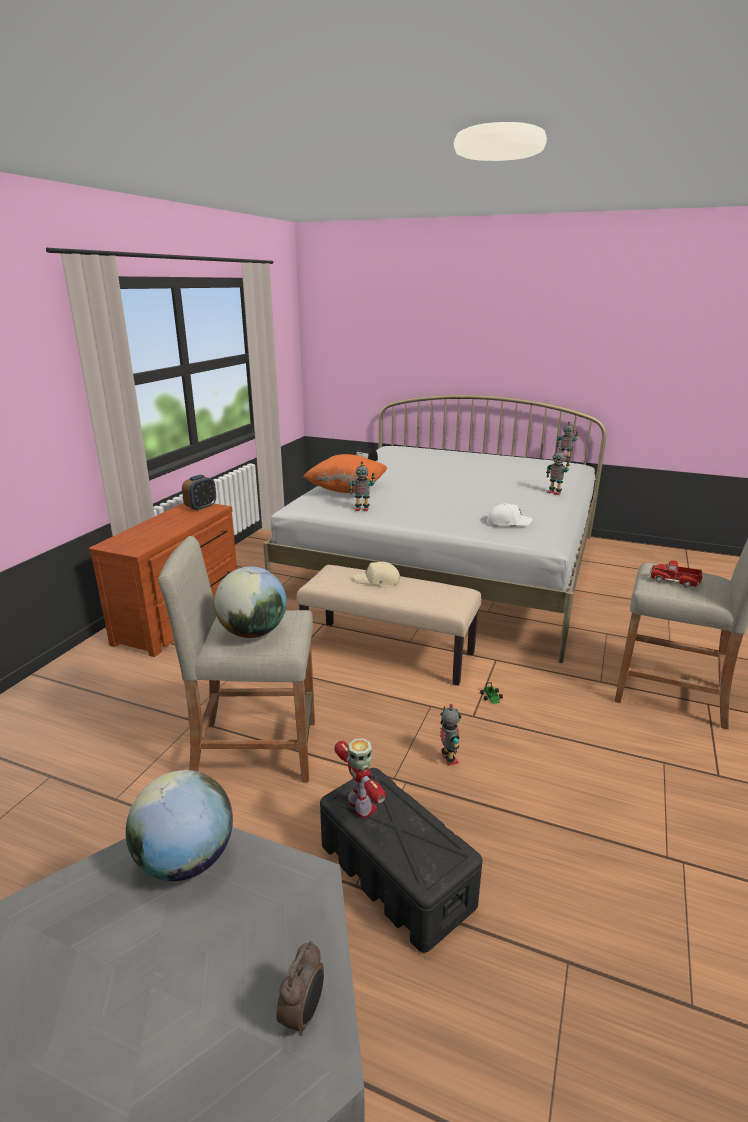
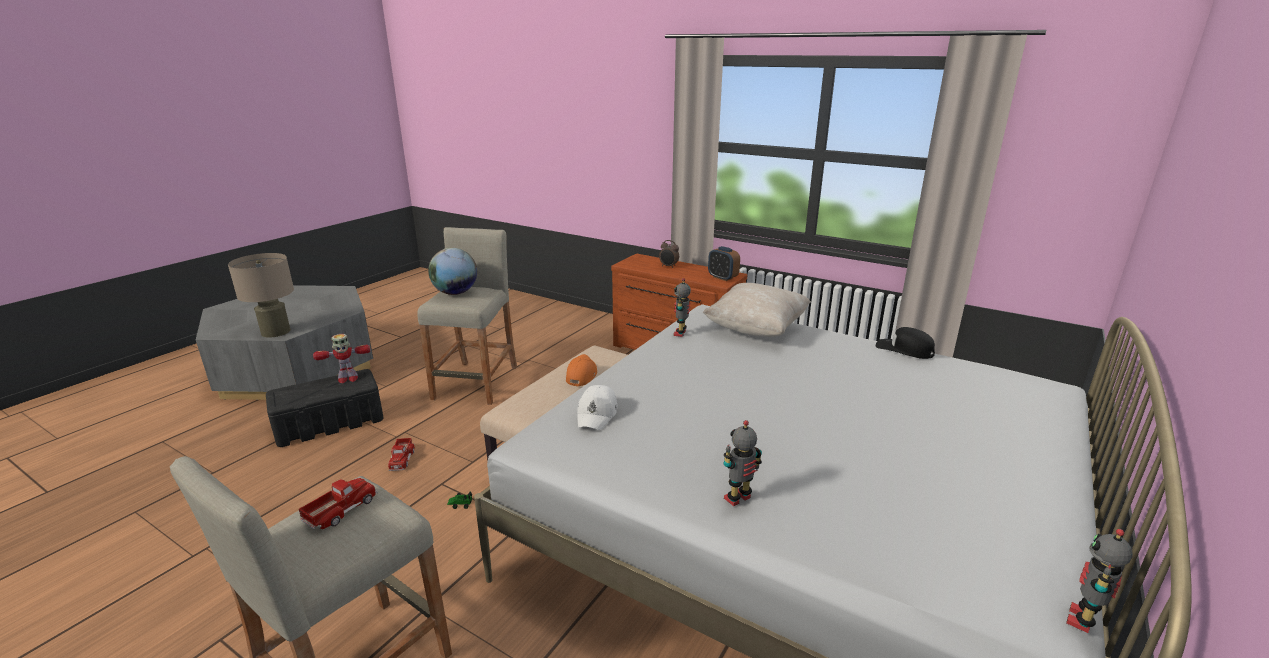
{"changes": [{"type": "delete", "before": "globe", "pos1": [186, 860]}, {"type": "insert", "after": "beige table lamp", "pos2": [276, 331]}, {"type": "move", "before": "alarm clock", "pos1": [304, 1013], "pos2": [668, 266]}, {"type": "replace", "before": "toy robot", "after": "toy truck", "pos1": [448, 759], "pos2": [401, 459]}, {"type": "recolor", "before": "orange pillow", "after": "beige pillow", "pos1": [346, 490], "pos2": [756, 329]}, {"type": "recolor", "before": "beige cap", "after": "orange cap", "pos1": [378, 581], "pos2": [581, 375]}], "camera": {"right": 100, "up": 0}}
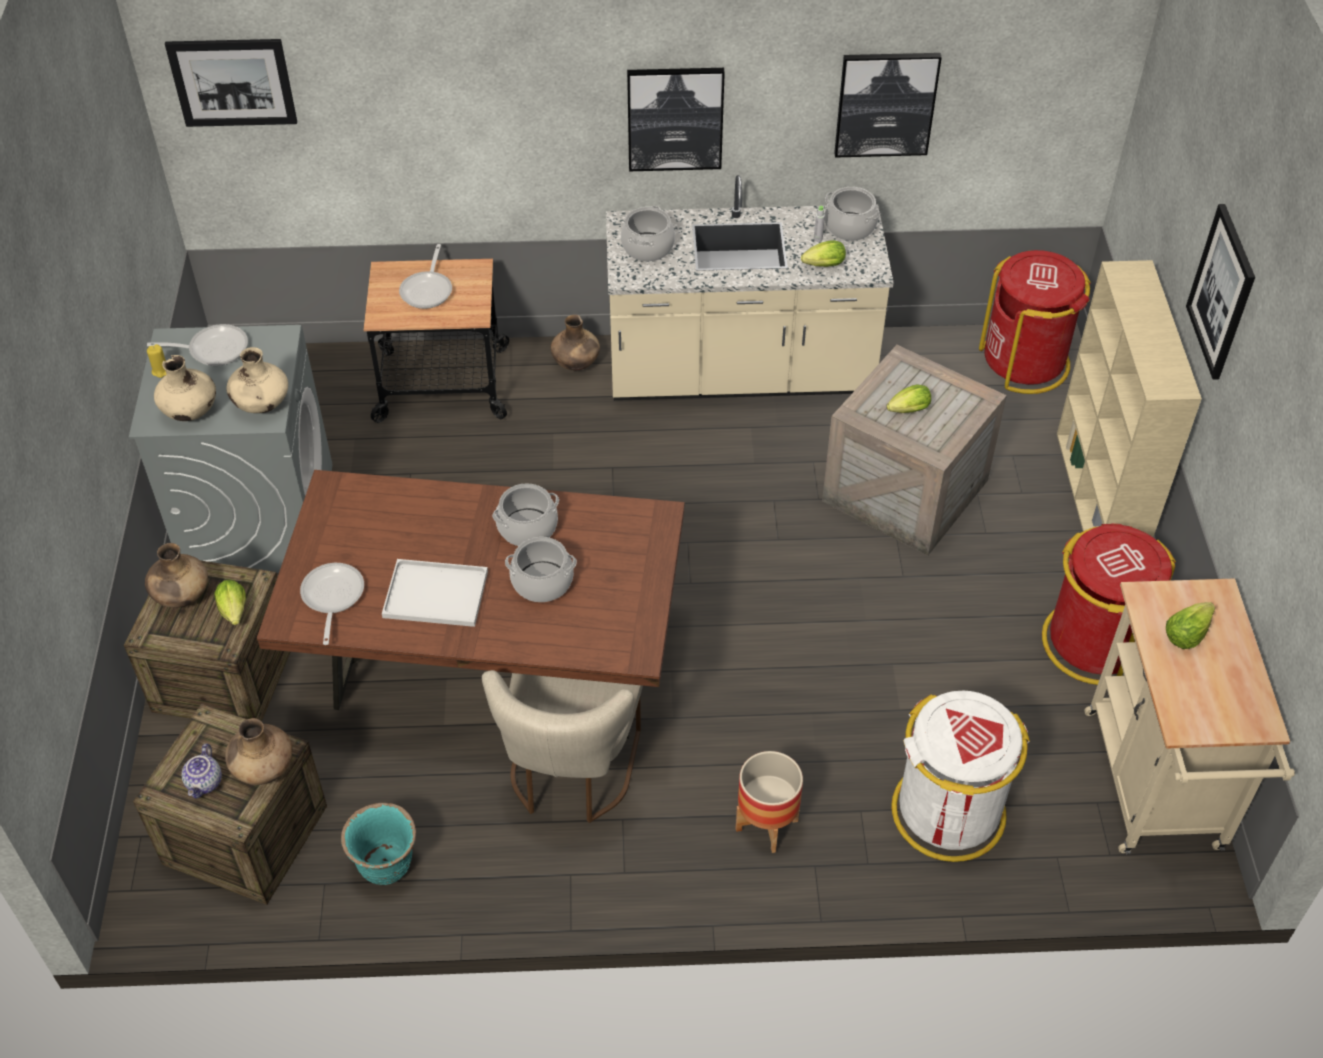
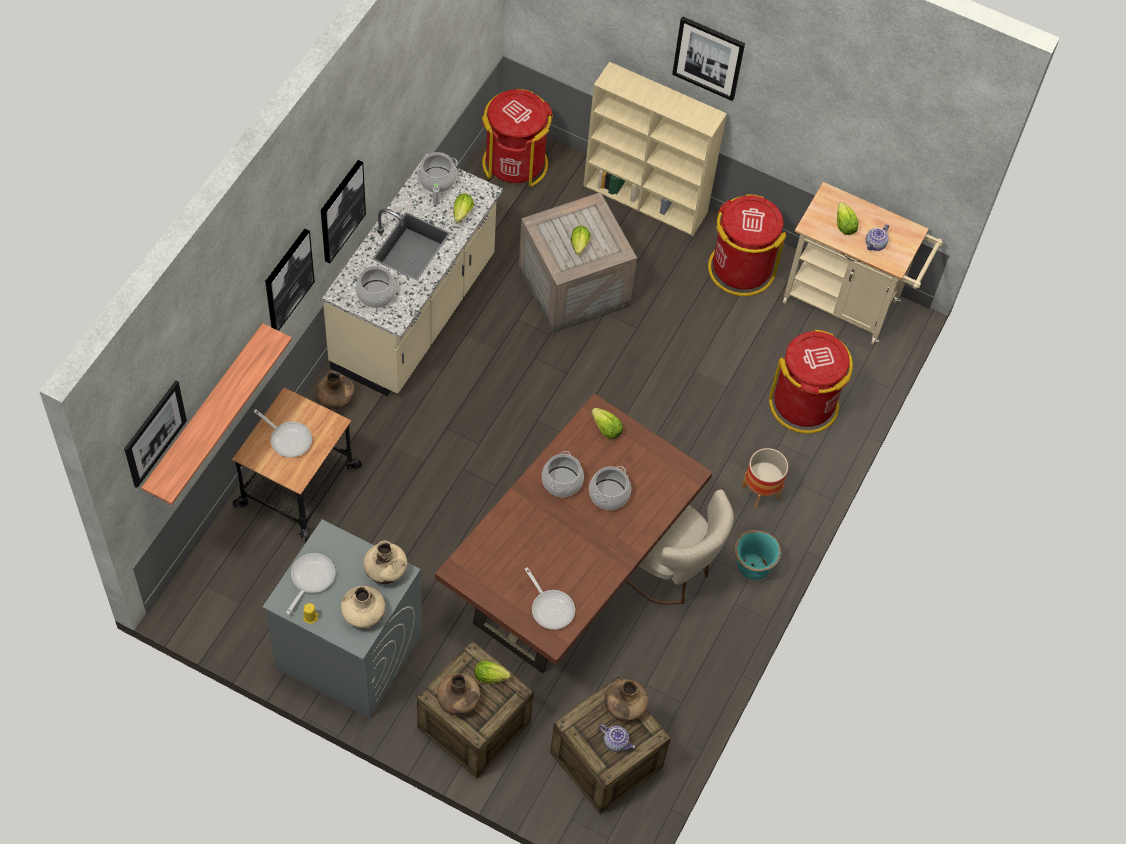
{"changes": [{"type": "delete", "before": "white tray", "pos1": [433, 595]}, {"type": "insert", "after": "shelf", "pos2": [205, 413]}, {"type": "insert", "after": "lettuce", "pos2": [606, 429]}, {"type": "insert", "after": "teapot", "pos2": [875, 245]}, {"type": "move", "before": "turquoise planter", "pos1": [385, 865], "pos2": [752, 567]}, {"type": "move", "before": "picture", "pos1": [886, 104], "pos2": [288, 280]}, {"type": "recolor", "before": "white trash can", "after": "red trash can", "pos1": [948, 813], "pos2": [804, 404]}, {"type": "rotate", "before": "frying pan", "pos1": [332, 598], "pos2": [551, 607], "turn": -150}], "camera": {"right": -65, "up": 10}}
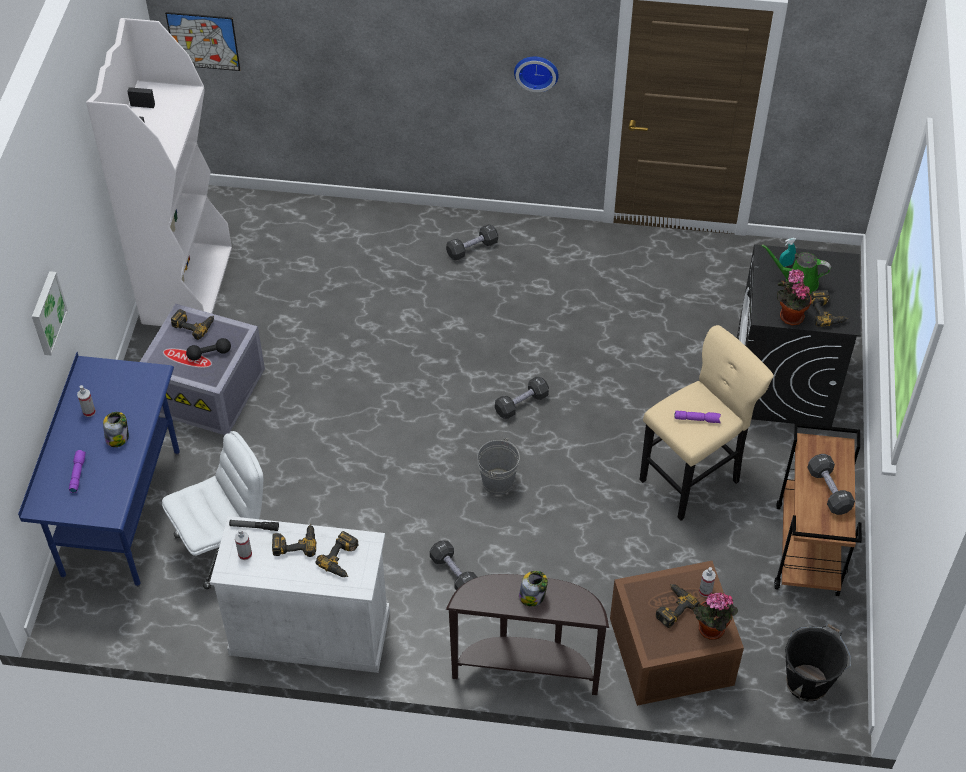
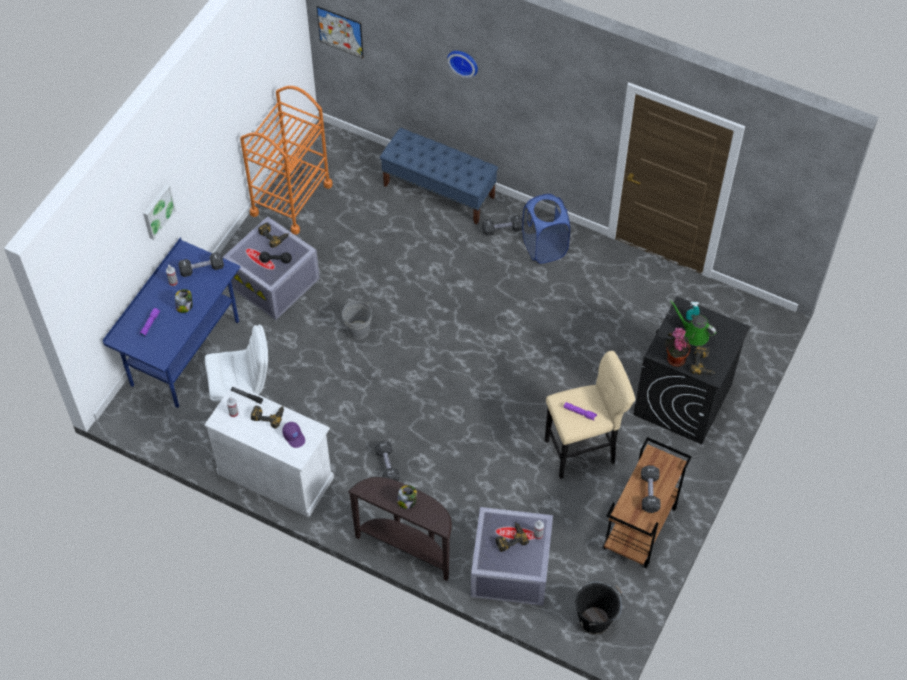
{"changes": [{"type": "delete", "before": "potted plant", "pos1": [710, 631]}, {"type": "insert", "after": "blue bench", "pos2": [439, 191]}, {"type": "insert", "after": "blue laundry basket", "pos2": [544, 247]}, {"type": "move", "before": "grey bucket", "pos1": [498, 482], "pos2": [358, 330]}, {"type": "move", "before": "black dumbbell", "pos1": [521, 404], "pos2": [202, 269]}, {"type": "move", "before": "wall clock", "pos1": [536, 71], "pos2": [464, 61]}, {"type": "replace", "before": "white bookcase", "after": "orange cart", "pos1": [187, 285], "pos2": [291, 199]}, {"type": "replace", "before": "power drill", "after": "purple cap", "pos1": [342, 559], "pos2": [294, 436]}, {"type": "recolor", "before": "brown storage box", "after": "grey storage box", "pos1": [670, 653], "pos2": [509, 569]}], "camera": {"right": 20, "up": 5}}
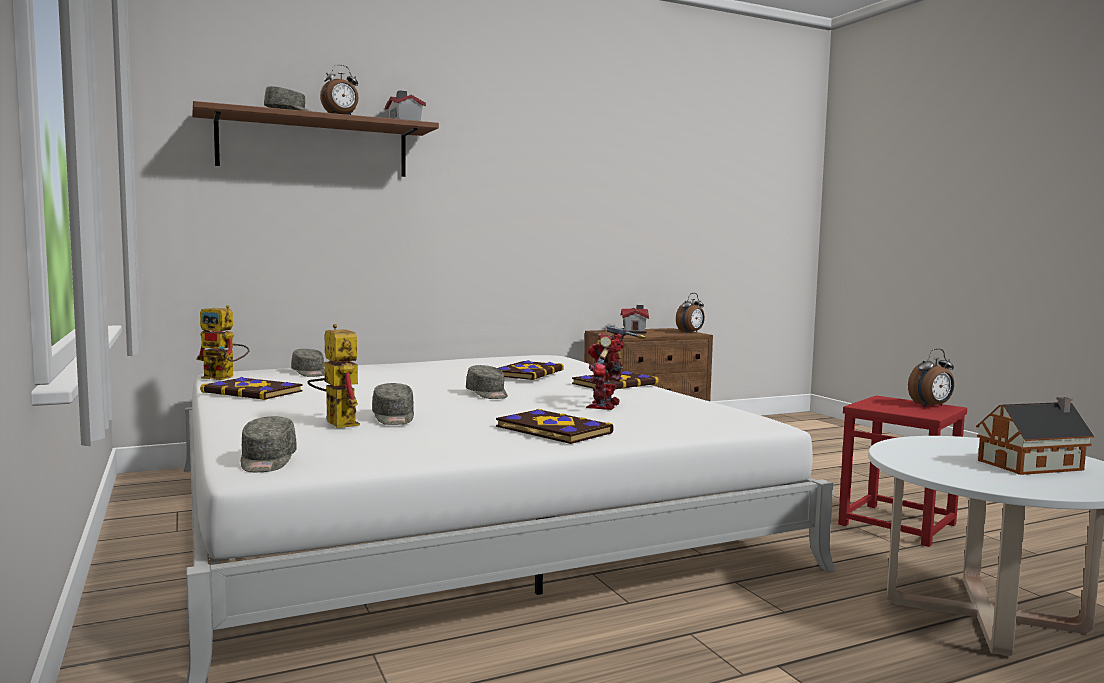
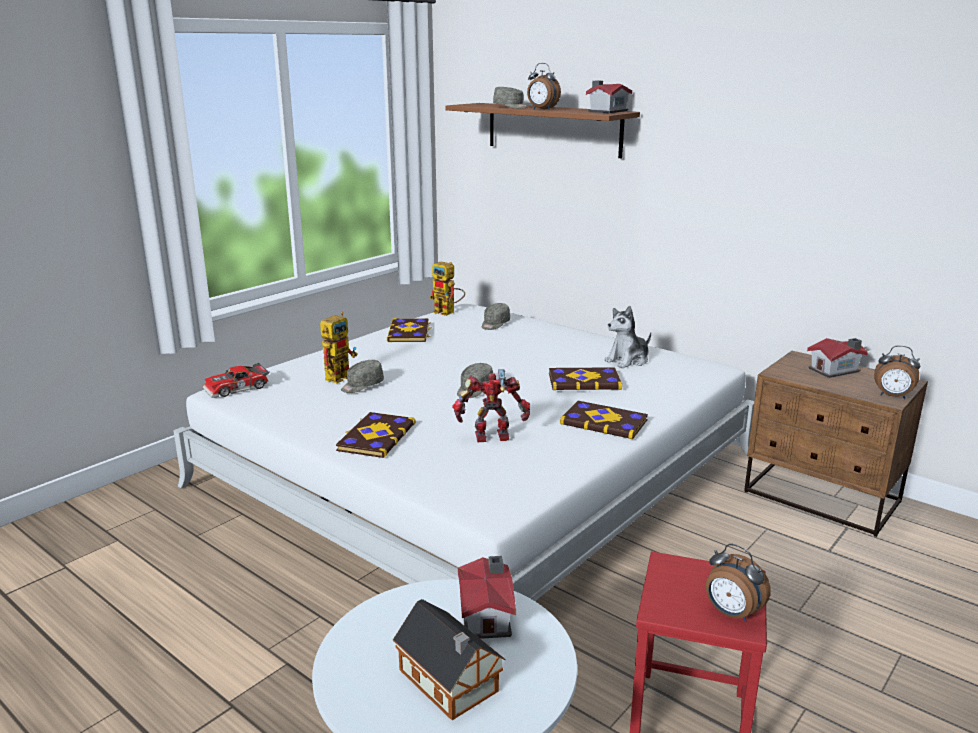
{"changes": [{"type": "insert", "after": "toy house", "pos2": [487, 615]}, {"type": "insert", "after": "plush toy", "pos2": [628, 360]}, {"type": "replace", "before": "grey cap", "after": "toy car", "pos1": [267, 461], "pos2": [237, 389]}, {"type": "rotate", "before": "toy robot", "pos1": [225, 377], "pos2": [448, 312], "turn": -45}], "camera": {"right": 65, "up": 15}}
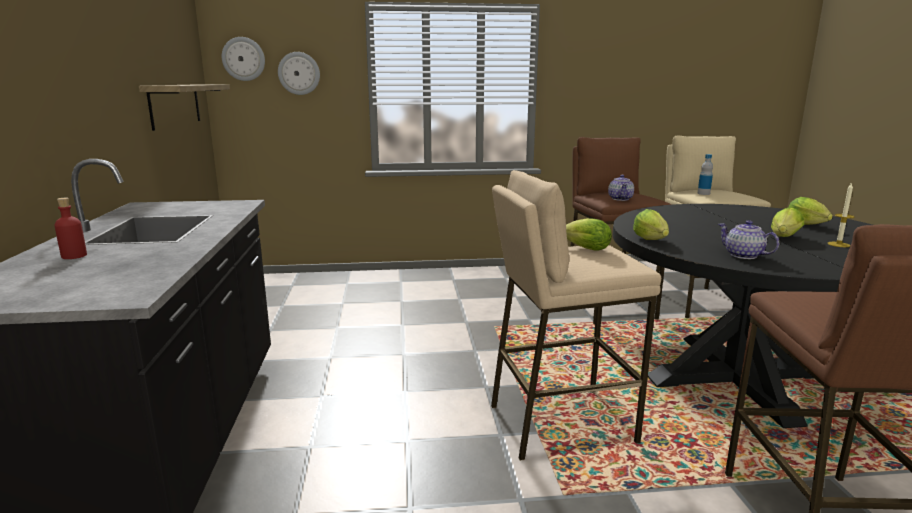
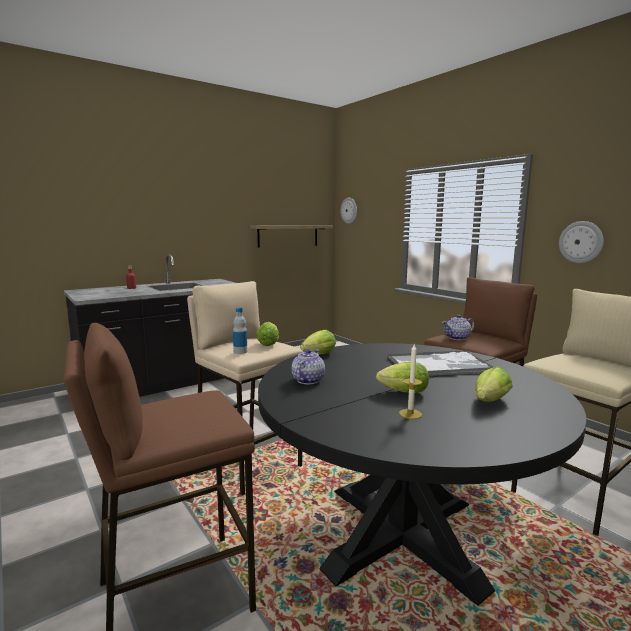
{"changes": [{"type": "insert", "after": "tray", "pos2": [440, 365]}, {"type": "move", "before": "wall clock", "pos1": [299, 73], "pos2": [581, 242]}, {"type": "move", "before": "bottle", "pos1": [703, 193], "pos2": [240, 352]}], "camera": {"right": 60, "up": -5}}
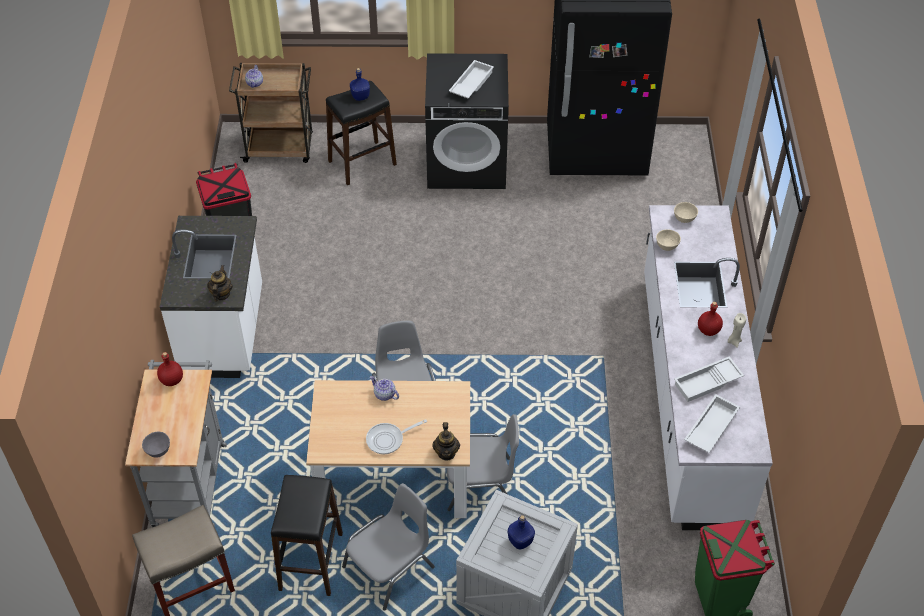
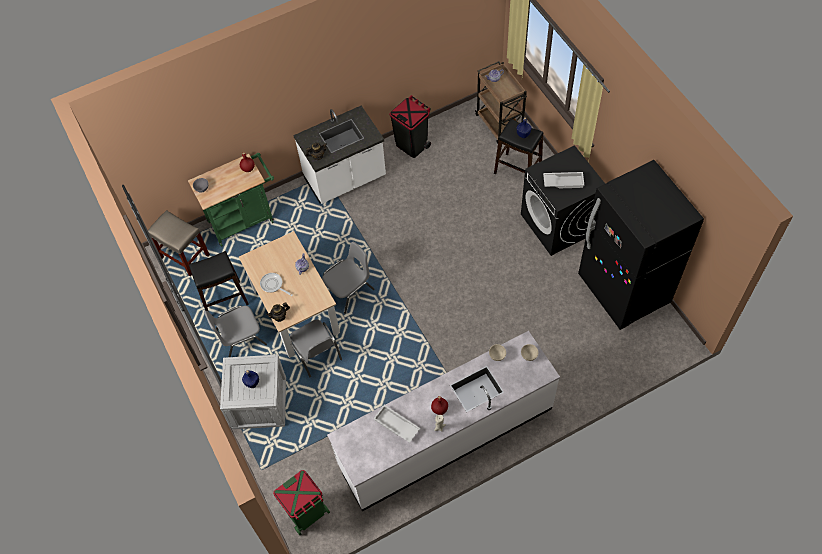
{"changes": [{"type": "delete", "before": "white tray", "pos1": [710, 427]}, {"type": "recolor", "before": "grey cart", "after": "green cart", "pos1": [190, 479], "pos2": [244, 219]}, {"type": "rotate", "before": "grey chair", "pos1": [390, 567], "pos2": [240, 338], "turn": 135}], "camera": {"right": 65, "up": 10}}
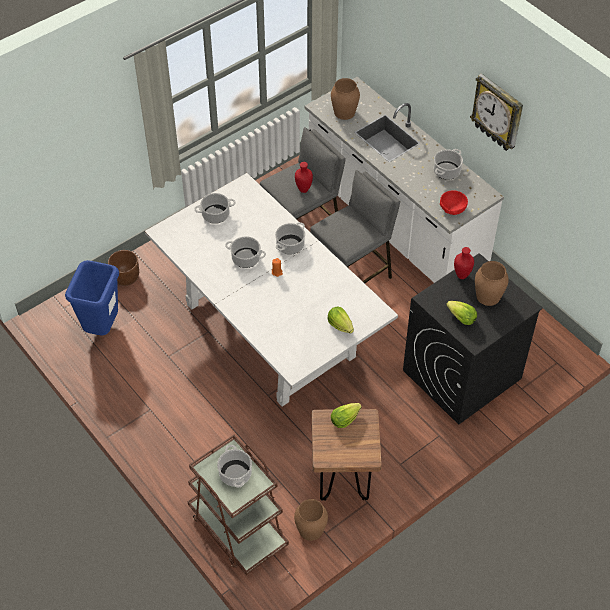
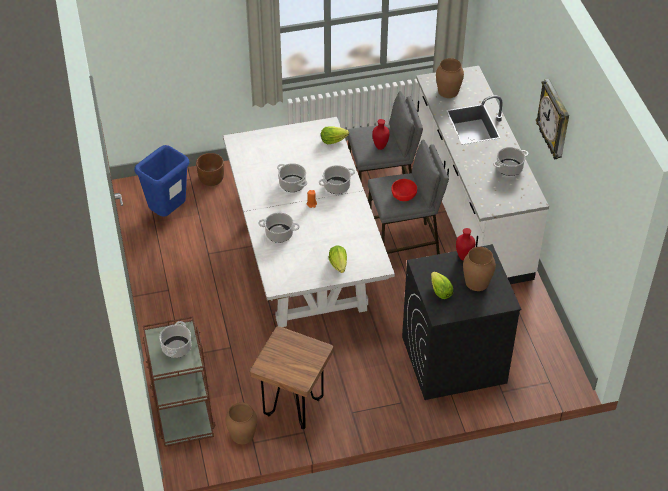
{"changes": [{"type": "move", "before": "cooking pot", "pos1": [215, 215], "pos2": [279, 234]}, {"type": "move", "before": "lettuce", "pos1": [344, 419], "pos2": [333, 140]}, {"type": "move", "before": "red bowl", "pos1": [452, 208], "pos2": [403, 195]}], "camera": {"right": 25, "up": -5}}
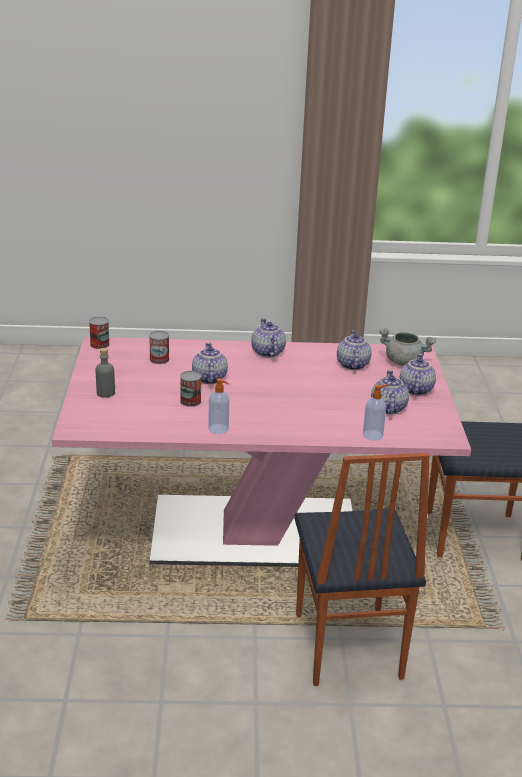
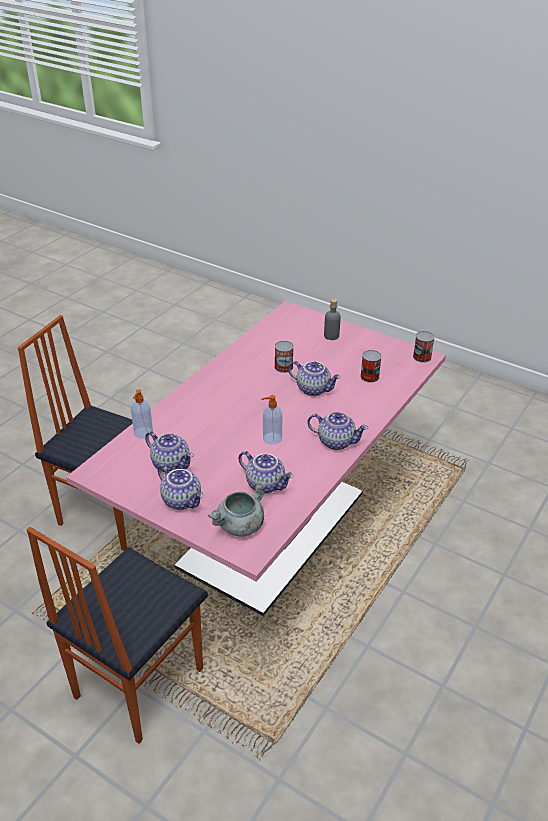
{"changes": [{"type": "move", "before": "soap dispenser", "pos1": [219, 429], "pos2": [271, 438]}], "camera": {"right": 125, "up": 10}}
